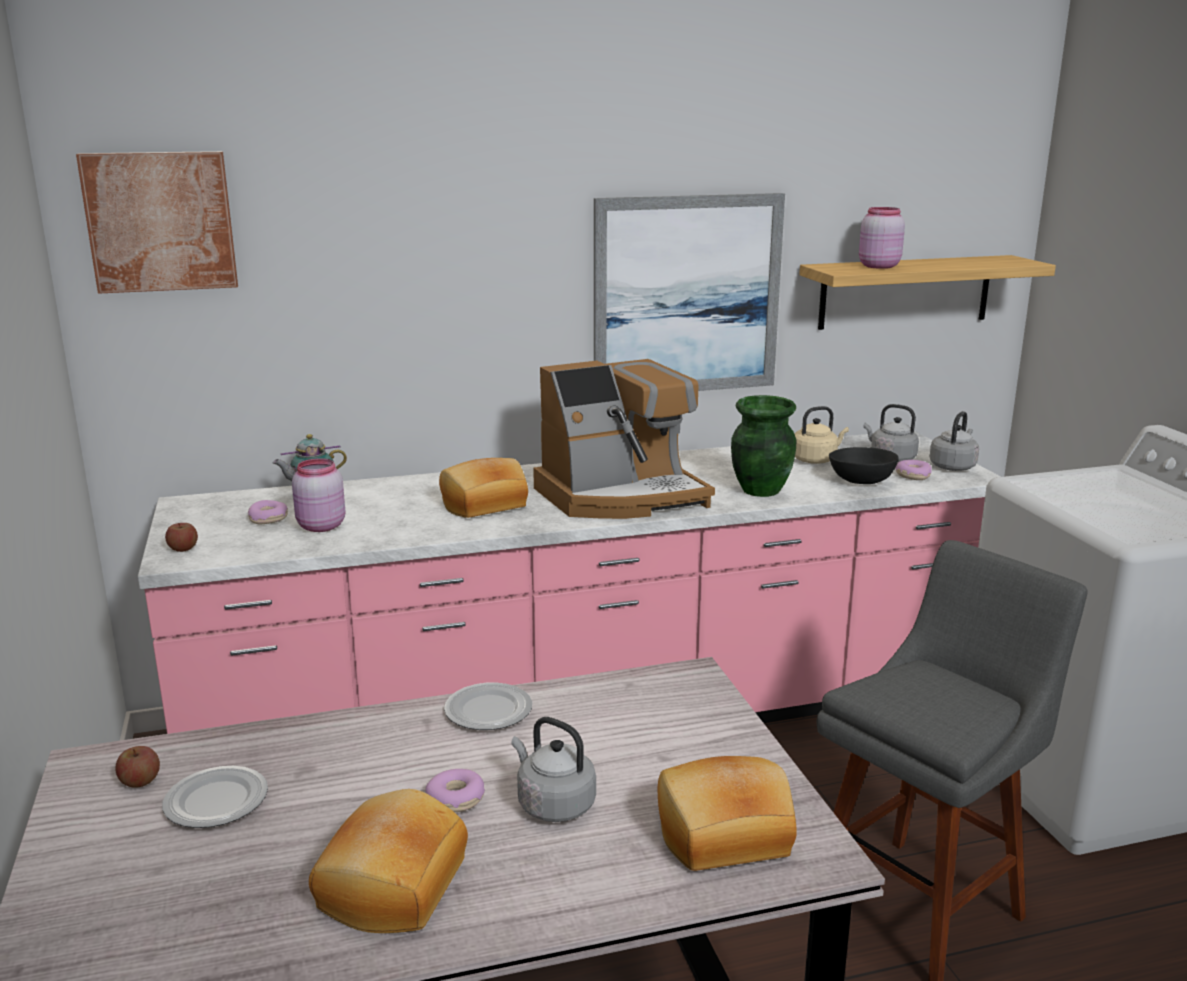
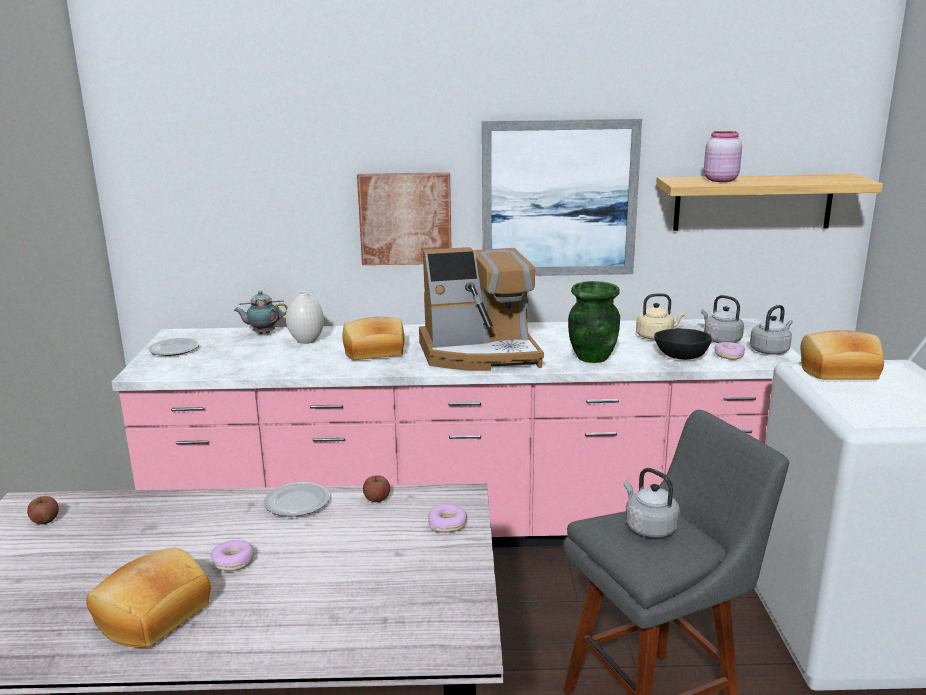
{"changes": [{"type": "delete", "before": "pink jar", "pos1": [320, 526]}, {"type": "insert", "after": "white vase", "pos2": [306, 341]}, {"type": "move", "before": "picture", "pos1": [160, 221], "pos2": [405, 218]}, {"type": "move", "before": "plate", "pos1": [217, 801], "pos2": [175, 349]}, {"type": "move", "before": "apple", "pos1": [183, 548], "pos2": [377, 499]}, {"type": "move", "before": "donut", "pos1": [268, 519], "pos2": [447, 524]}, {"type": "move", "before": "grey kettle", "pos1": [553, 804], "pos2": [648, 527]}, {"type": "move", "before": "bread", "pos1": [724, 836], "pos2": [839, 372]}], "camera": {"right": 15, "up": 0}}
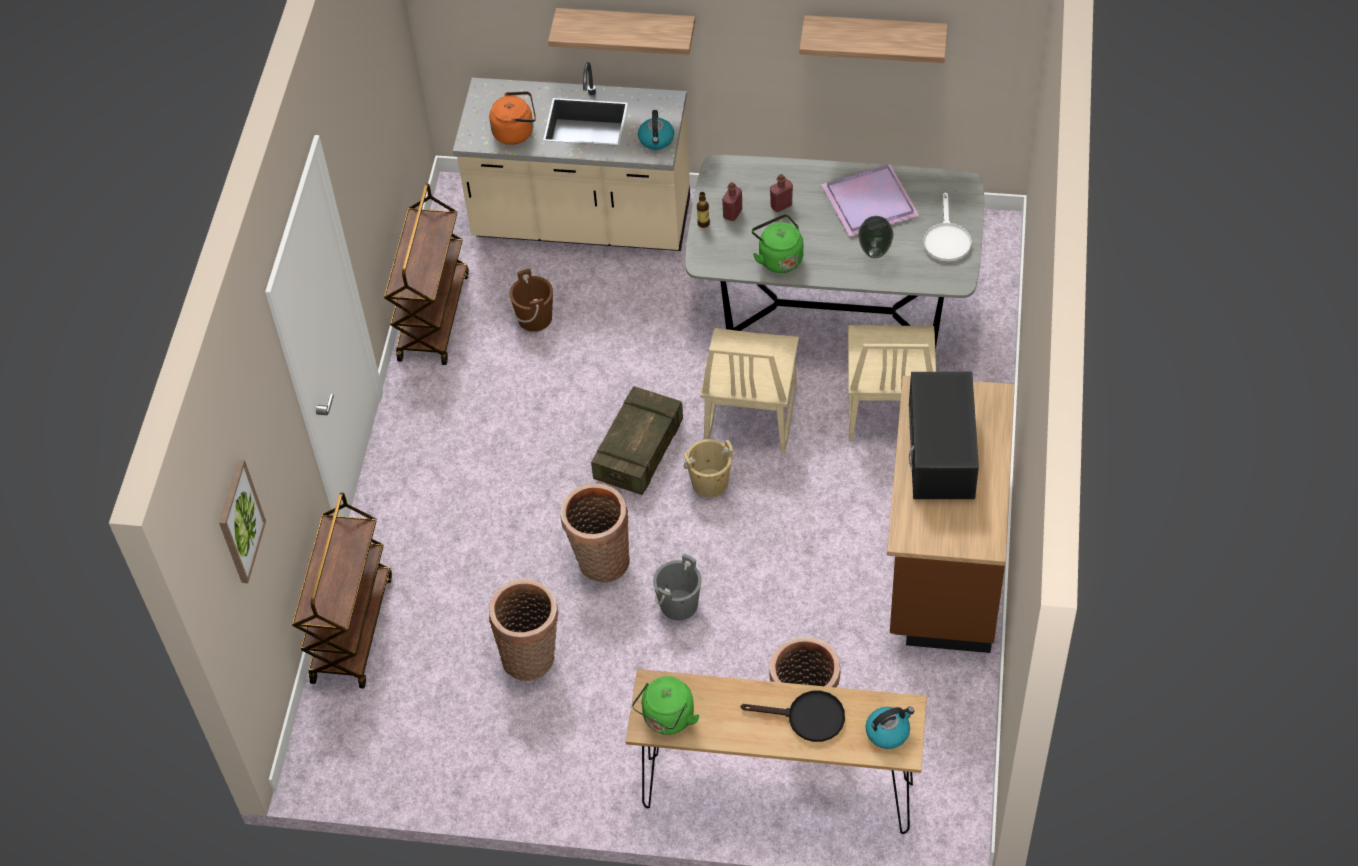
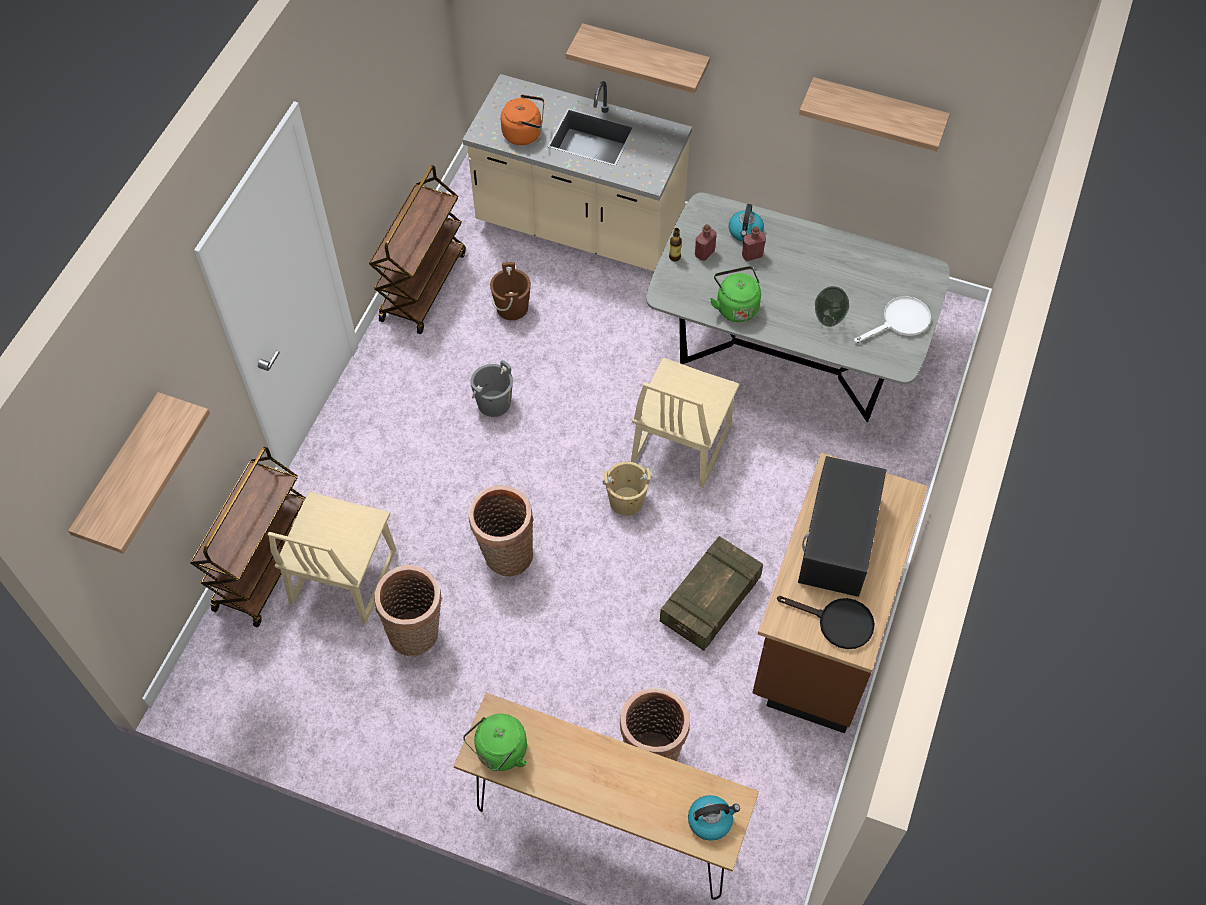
{"changes": [{"type": "delete", "before": "purple tray", "pos1": [871, 202]}, {"type": "move", "before": "crate", "pos1": [639, 451], "pos2": [710, 601]}, {"type": "move", "before": "kettle", "pos1": [656, 140], "pos2": [745, 232]}, {"type": "move", "before": "grey bucket", "pos1": [679, 604], "pos2": [494, 403]}, {"type": "move", "before": "black frying pan", "pos1": [807, 718], "pos2": [837, 623]}, {"type": "move", "before": "beige chair", "pos1": [887, 408], "pos2": [342, 576]}, {"type": "replace", "before": "picture", "after": "shelf", "pos1": [239, 521], "pos2": [121, 472]}, {"type": "rotate", "before": "white frying pan", "pos1": [946, 239], "pos2": [900, 322], "turn": -135}], "camera": {"right": 10, "up": 5}}
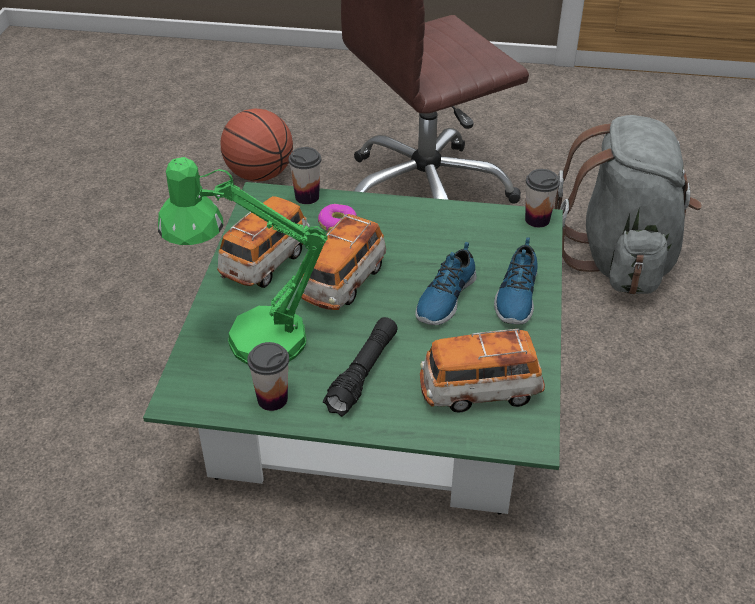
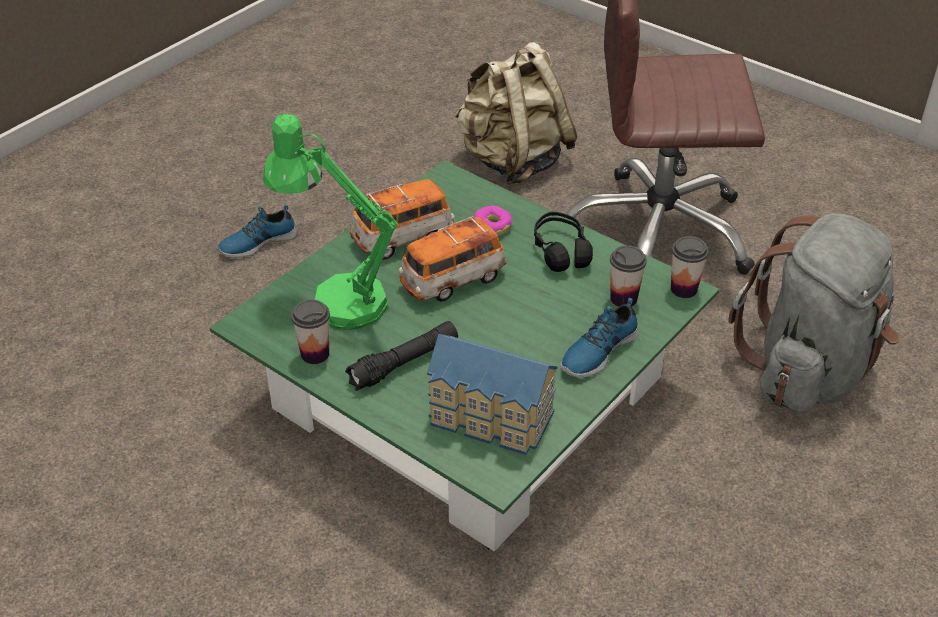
{"changes": [{"type": "insert", "after": "black headphones", "pos2": [560, 251]}, {"type": "move", "before": "cup", "pos1": [307, 197], "pos2": [623, 298]}, {"type": "move", "before": "shoe", "pos1": [444, 297], "pos2": [257, 242]}, {"type": "replace", "before": "basketball", "after": "beige backpack", "pos1": [260, 175], "pos2": [512, 161]}, {"type": "replace", "before": "toy car", "after": "toy house", "pos1": [479, 391], "pos2": [490, 419]}], "camera": {"right": 30, "up": 0}}
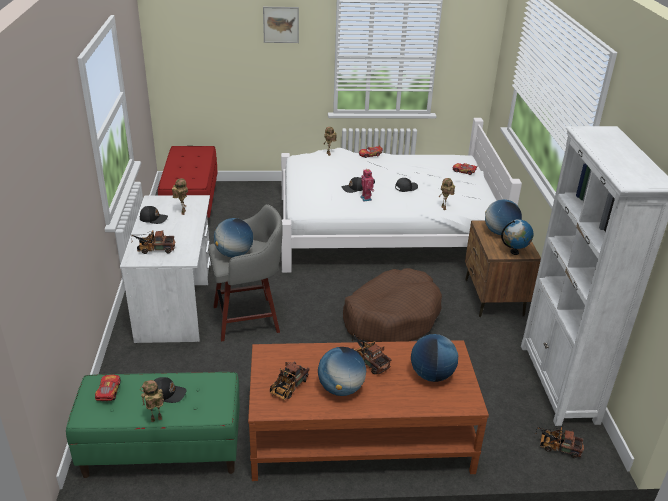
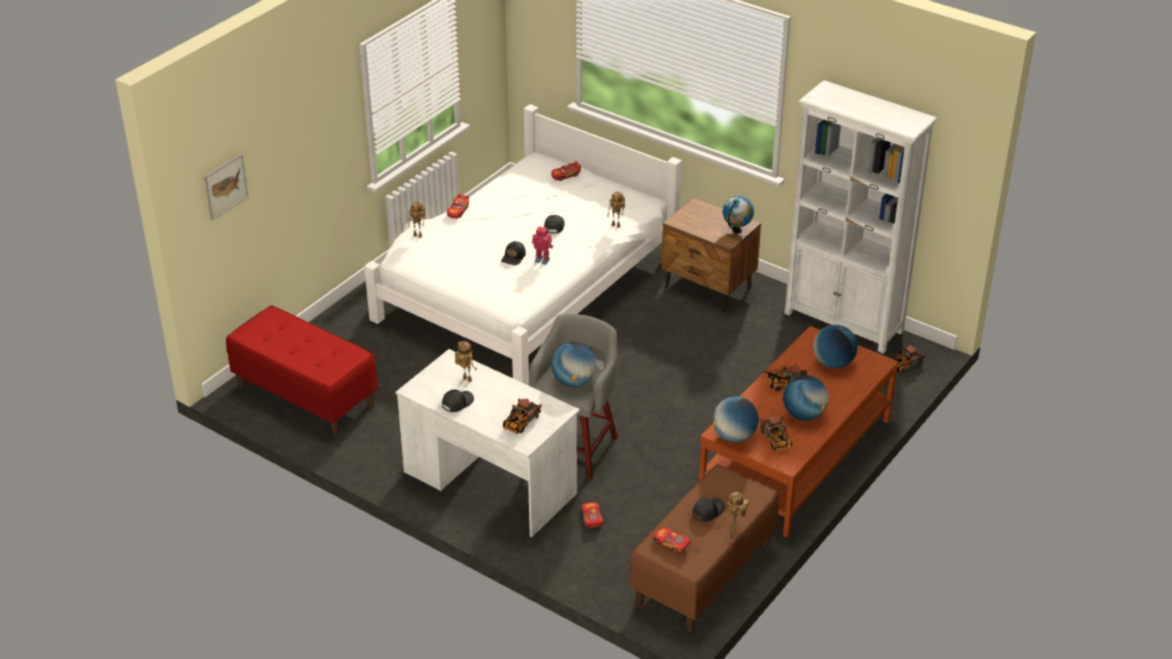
{"changes": [{"type": "delete", "before": "brown dog bed", "pos1": [391, 317]}, {"type": "insert", "after": "toy car", "pos2": [592, 518]}, {"type": "move", "before": "picture", "pos1": [281, 24], "pos2": [225, 186]}, {"type": "move", "before": "globe", "pos1": [500, 232], "pos2": [734, 436]}, {"type": "recolor", "before": "green bench", "after": "brown bench", "pos1": [162, 450], "pos2": [704, 574]}], "camera": {"right": -50, "up": 5}}
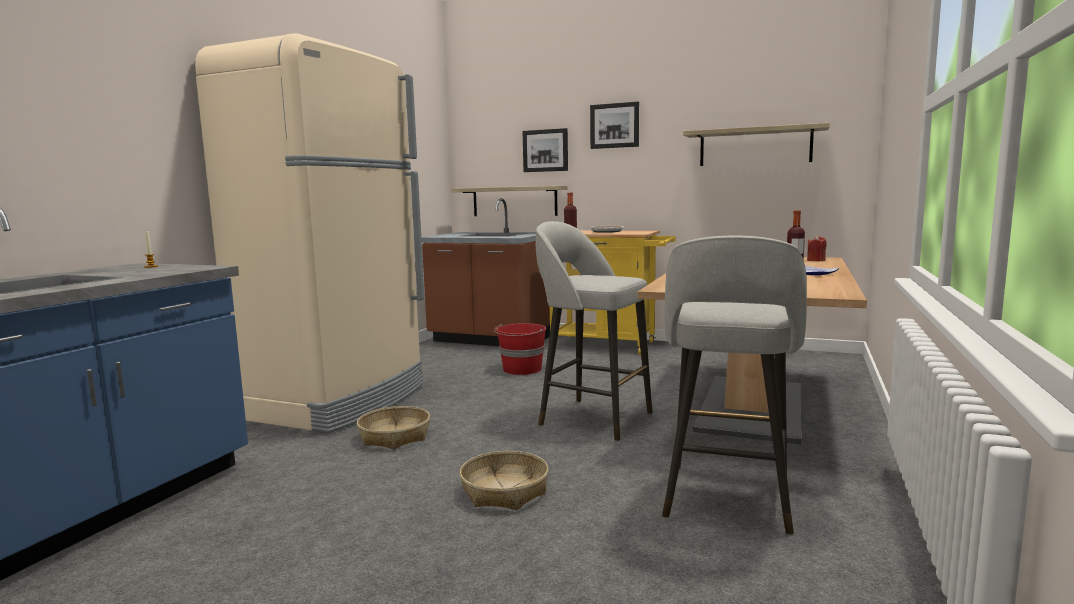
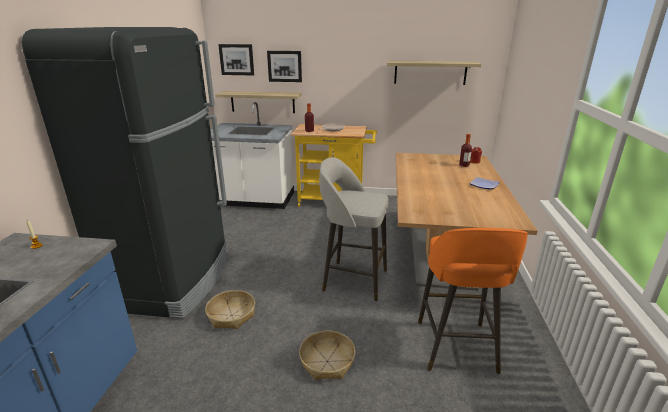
{"changes": [{"type": "delete", "before": "red bucket", "pos1": [522, 369]}, {"type": "move", "before": "picture", "pos1": [614, 125], "pos2": [237, 59]}, {"type": "recolor", "before": "beige fridge", "after": "black fridge", "pos1": [338, 401], "pos2": [173, 281]}, {"type": "recolor", "before": "brown counter", "after": "white counter", "pos1": [490, 339], "pos2": [254, 200]}, {"type": "recolor", "before": "grey stool", "after": "orange stool", "pos1": [726, 499], "pos2": [456, 348]}], "camera": {"right": -15, "up": 15}}
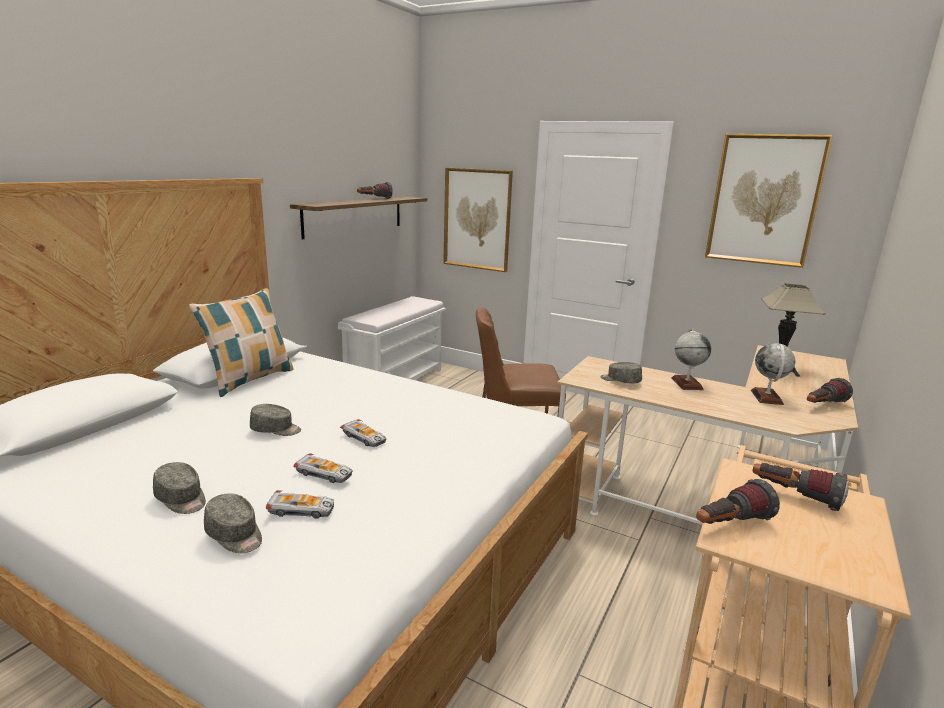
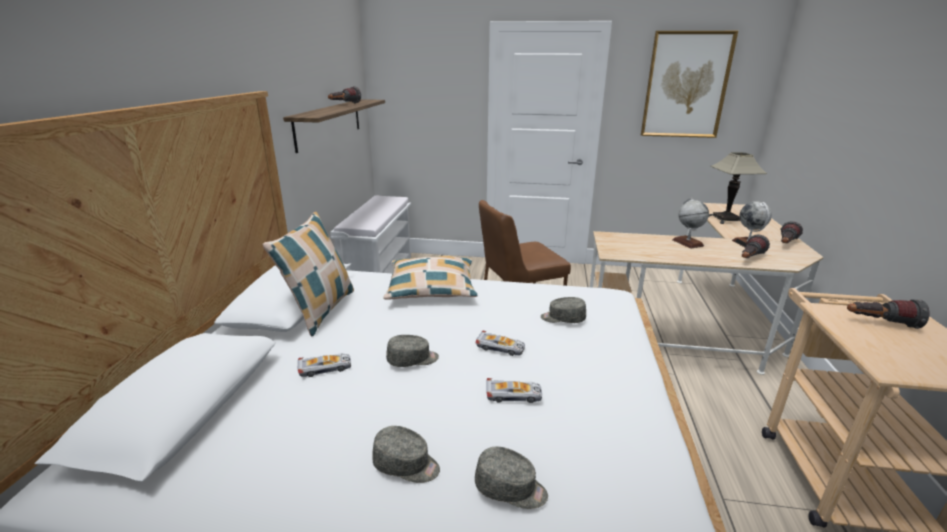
{"changes": [{"type": "delete", "before": "picture", "pos1": [477, 219]}, {"type": "insert", "after": "pillow", "pos2": [432, 288]}, {"type": "move", "before": "toy car", "pos1": [302, 510], "pos2": [325, 368]}, {"type": "move", "before": "grey cap", "pos1": [620, 380], "pos2": [562, 318]}, {"type": "move", "before": "flashlight", "pos1": [729, 525], "pos2": [749, 259]}], "camera": {"right": -20, "up": 5}}
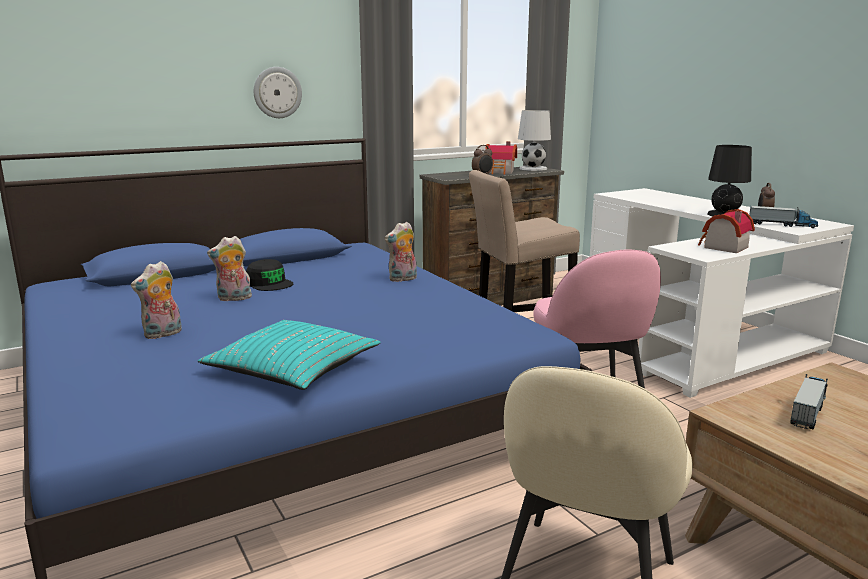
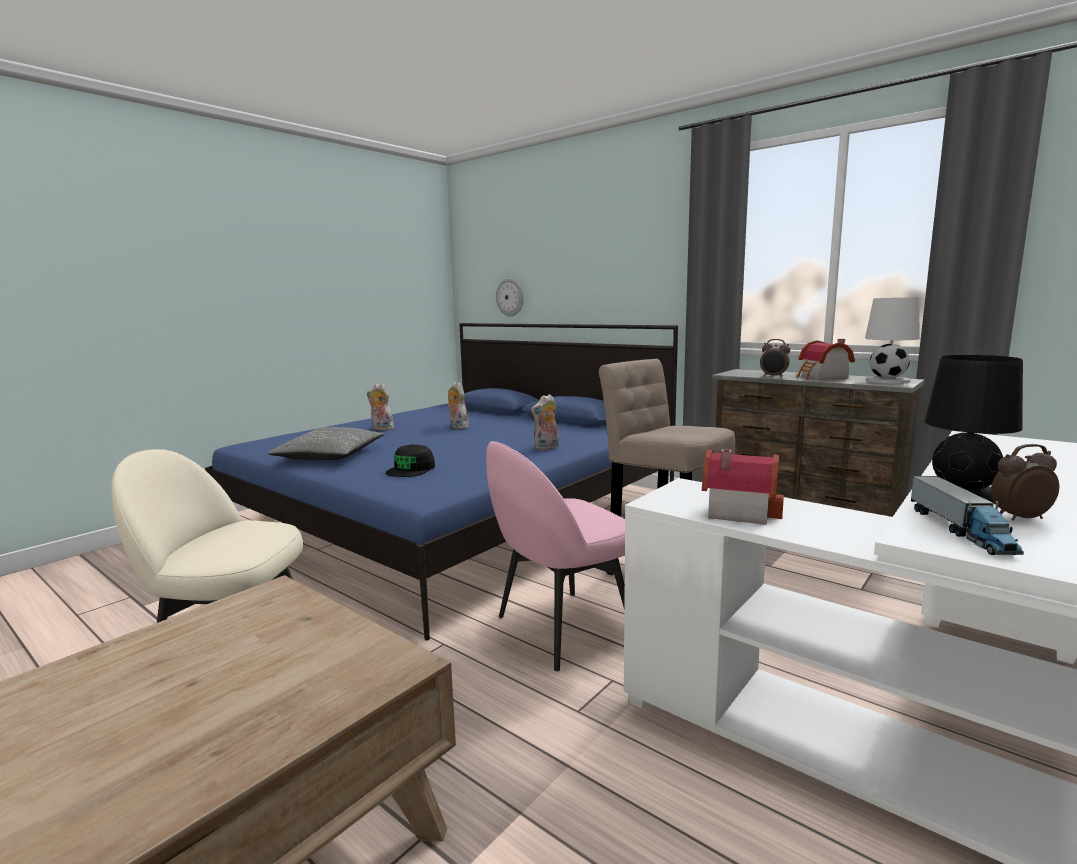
{"changes": [{"type": "delete", "before": "toy truck", "pos1": [808, 410]}, {"type": "move", "before": "black cap", "pos1": [269, 283], "pos2": [411, 469]}, {"type": "move", "before": "wall clock", "pos1": [277, 92], "pos2": [510, 297]}, {"type": "recolor", "before": "turquoise pillow", "after": "grey pillow", "pos1": [293, 369], "pos2": [329, 455]}, {"type": "rotate", "before": "plush toy", "pos1": [403, 279], "pos2": [547, 448], "turn": -75}], "camera": {"right": 70, "up": -5}}
